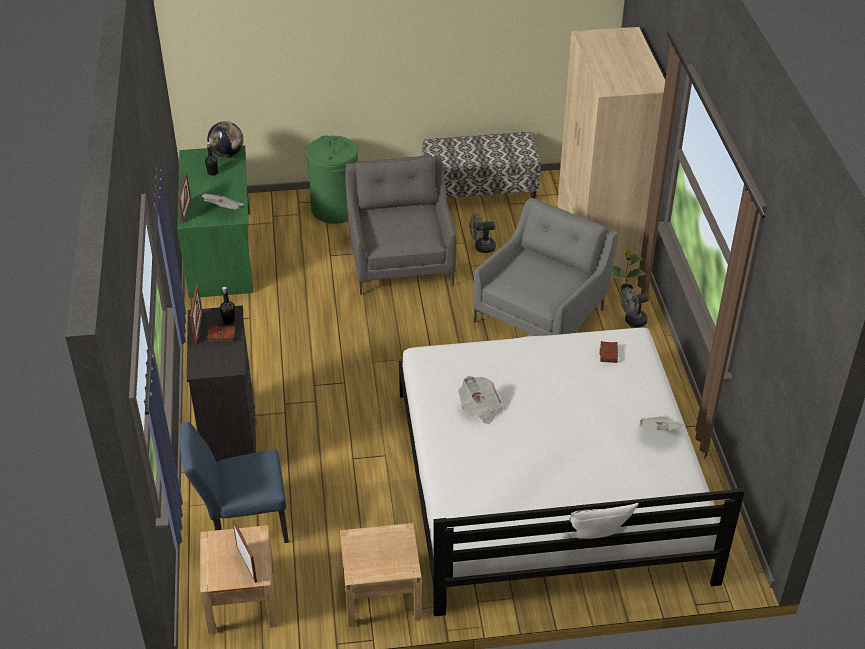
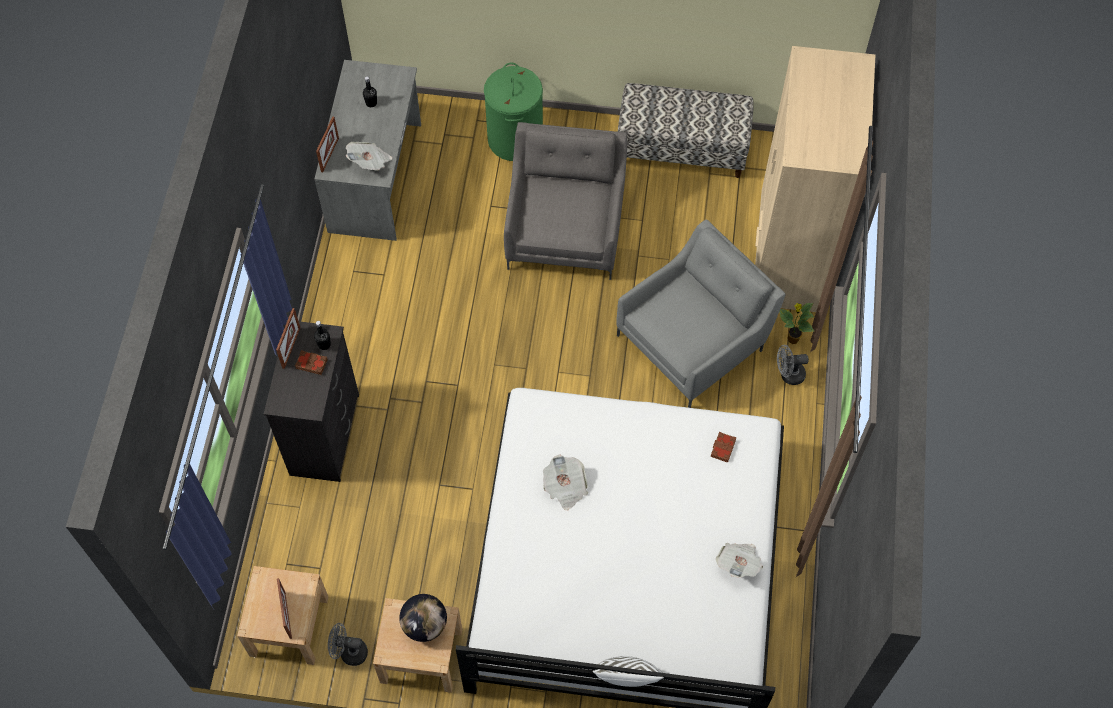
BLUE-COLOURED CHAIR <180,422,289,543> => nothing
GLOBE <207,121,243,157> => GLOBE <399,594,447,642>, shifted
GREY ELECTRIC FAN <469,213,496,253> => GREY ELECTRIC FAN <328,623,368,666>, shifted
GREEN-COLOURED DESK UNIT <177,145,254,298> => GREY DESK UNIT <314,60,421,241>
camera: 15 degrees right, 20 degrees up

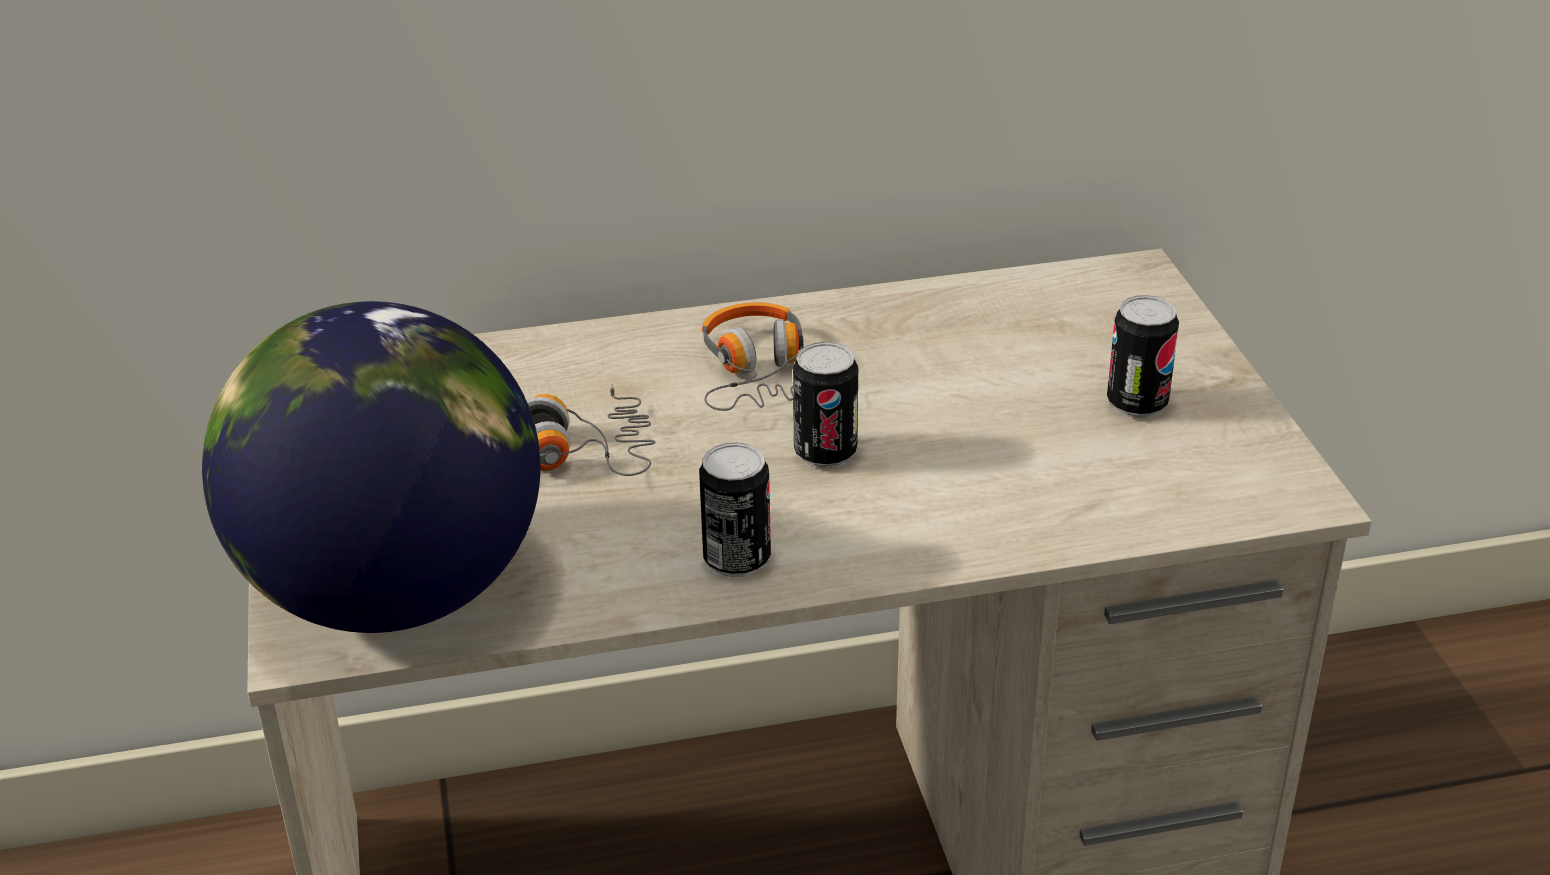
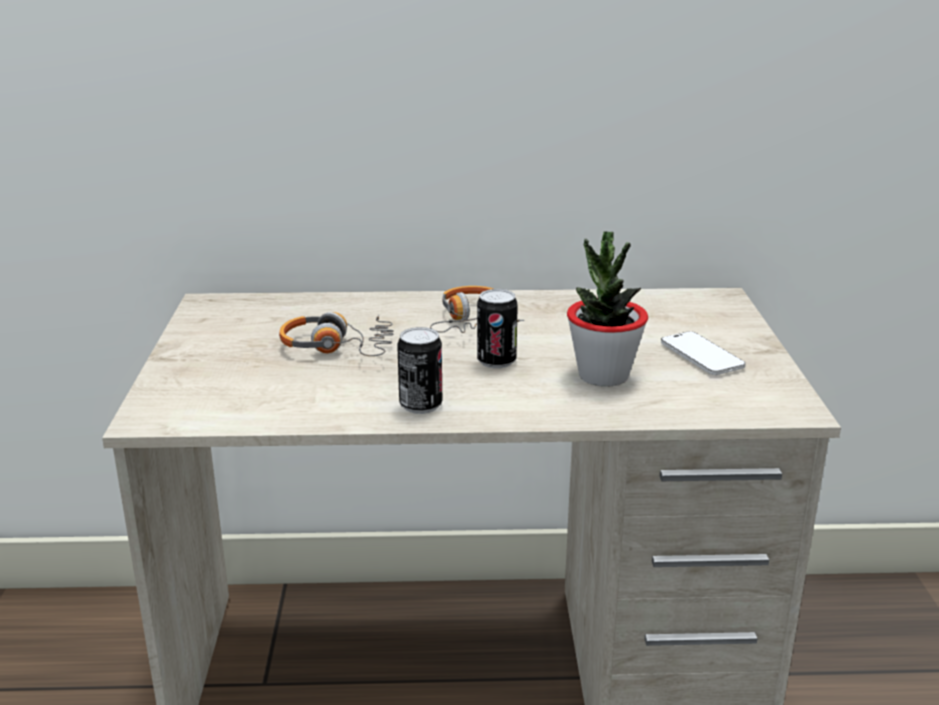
GLOBE <202,301,540,633> => nothing
nothing => POTTED PLANT <567,232,648,387>
CAN <1107,295,1179,418> => HANDSET <661,331,746,375>
camera: 10 degrees right, 10 degrees down

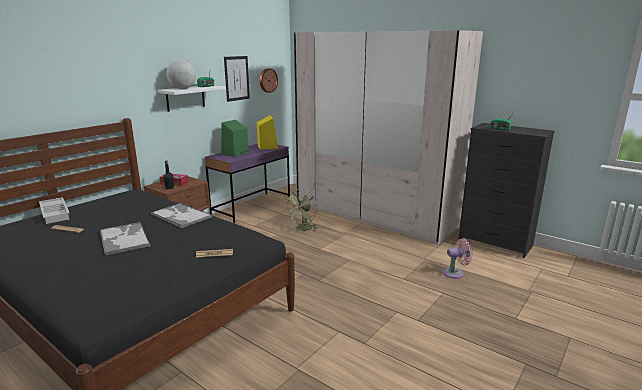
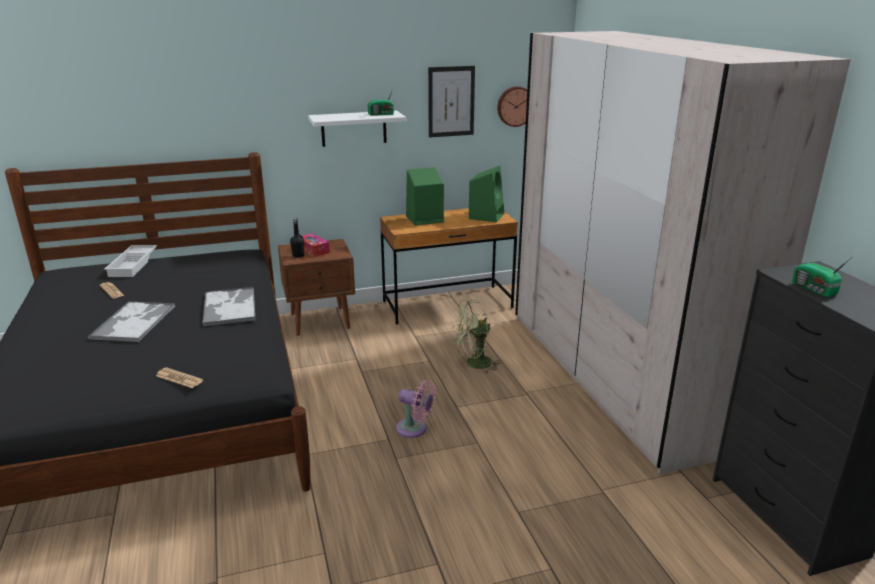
GLOBE <166,60,196,89> => nothing
PINKISH ELECTRIC FAN <443,238,473,279> => PINKISH ELECTRIC FAN <396,380,436,438>, shifted
PURPLISH DESK UNIT <205,144,290,223> => BROWN DESK UNIT <380,208,518,325>
YELLOW-COLOURED AUDIO SPEAKER <257,115,278,150> => GREEN-COLOURED AUDIO SPEAKER <469,166,504,222>
camera: 35 degrees right, 5 degrees up

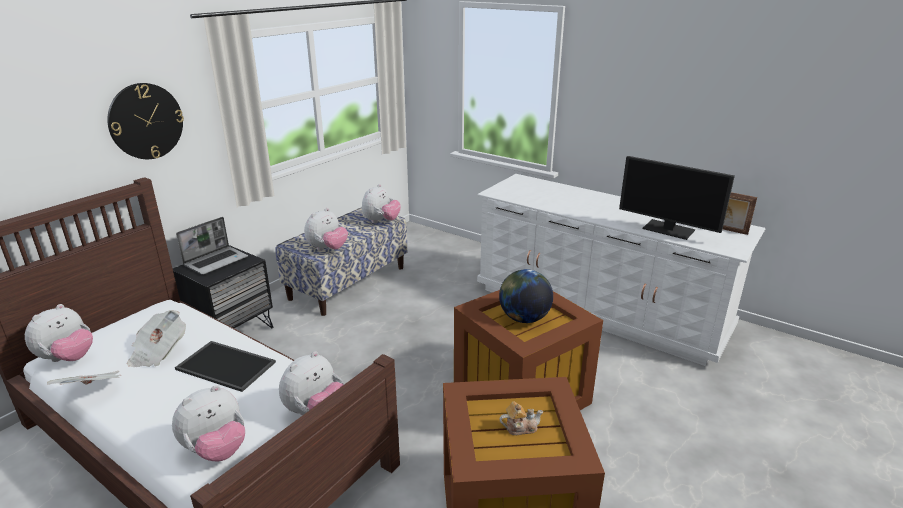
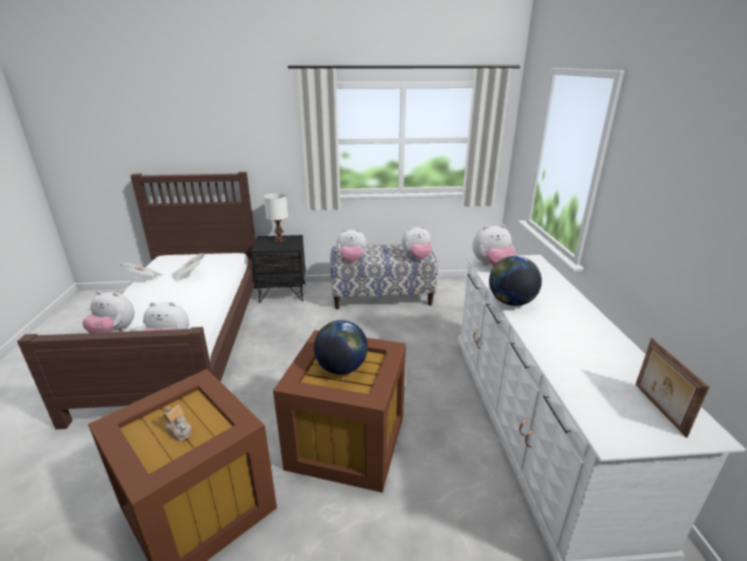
HANGING CLOCK <107,83,184,159> => nothing
TRAY <175,341,276,392> => nothing
COMPUTER DISPLAY <619,156,735,240> => nothing
nothing => GLOBE <489,256,542,306>
PLUSH TOY <25,304,93,362> => PLUSH TOY <472,224,515,266>, shifted
PORTABLE COMPUTER <176,217,248,275> => WHITE-COLOURED TABLETOP LAMP <264,193,288,243>
camera: 50 degrees right, 0 degrees up

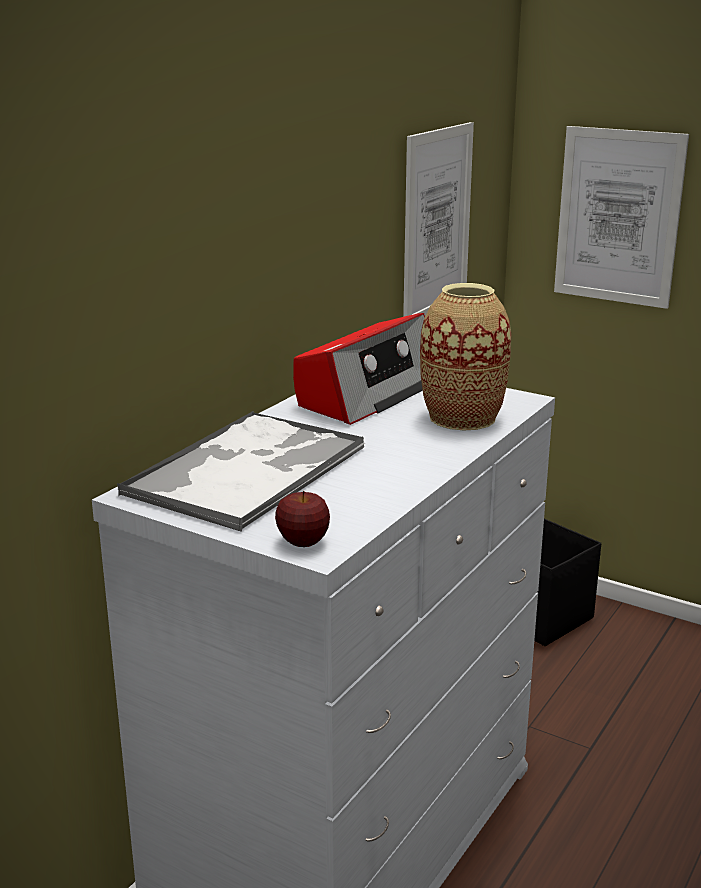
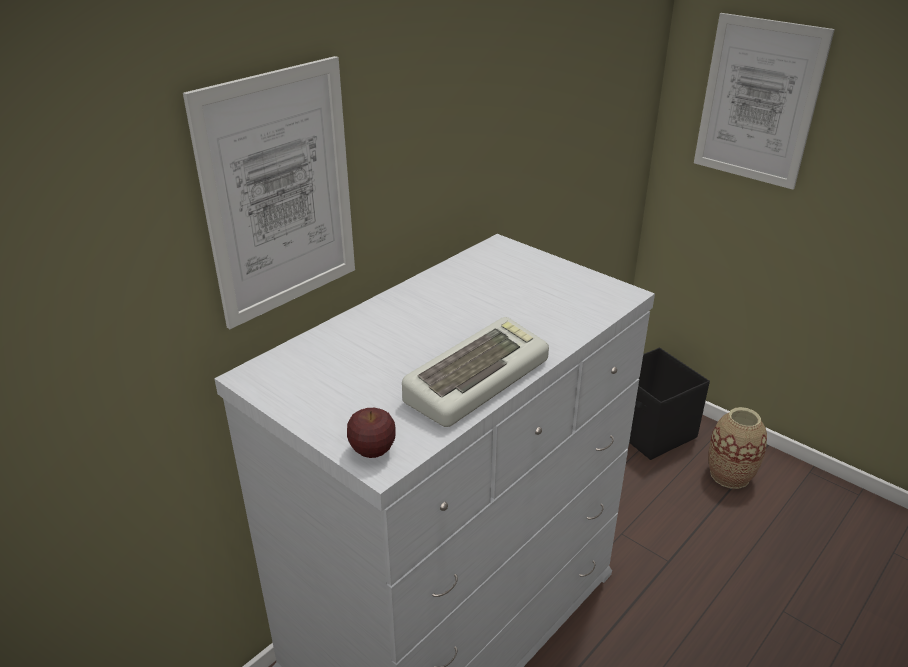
TRAY <117,411,365,532> => nothing
RADIO <293,313,425,425> => nothing
nothing => COMPUTER KEYBOARD <402,317,549,427>
PICTURE <403,122,474,317> => PICTURE <183,56,355,329>, shifted
VASE <420,283,511,431> => VASE <708,407,767,489>, shifted
camera: 10 degrees right, 10 degrees up

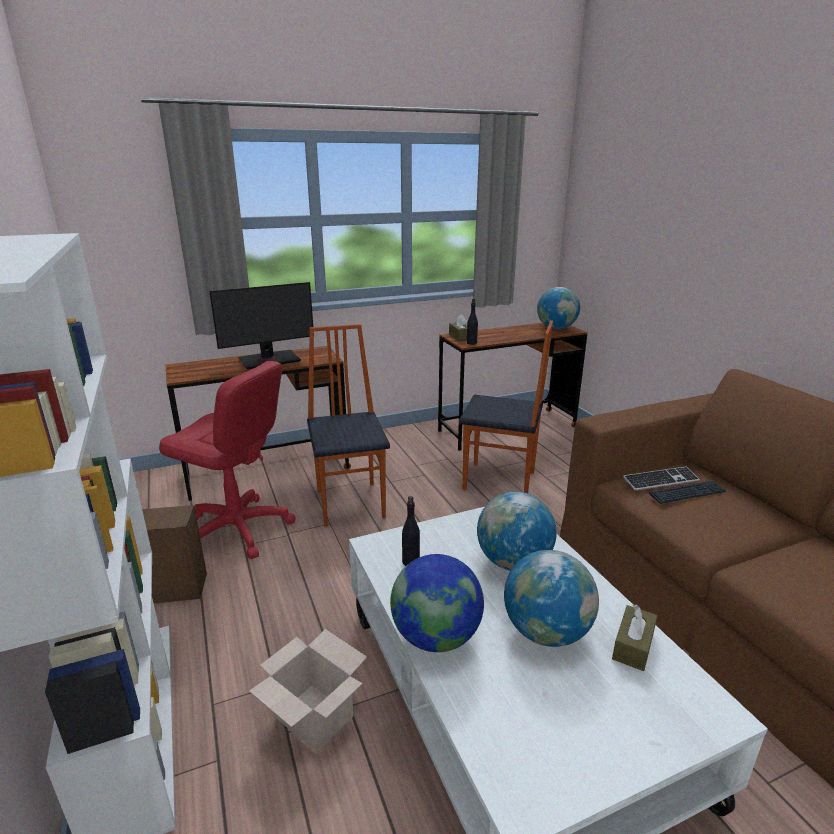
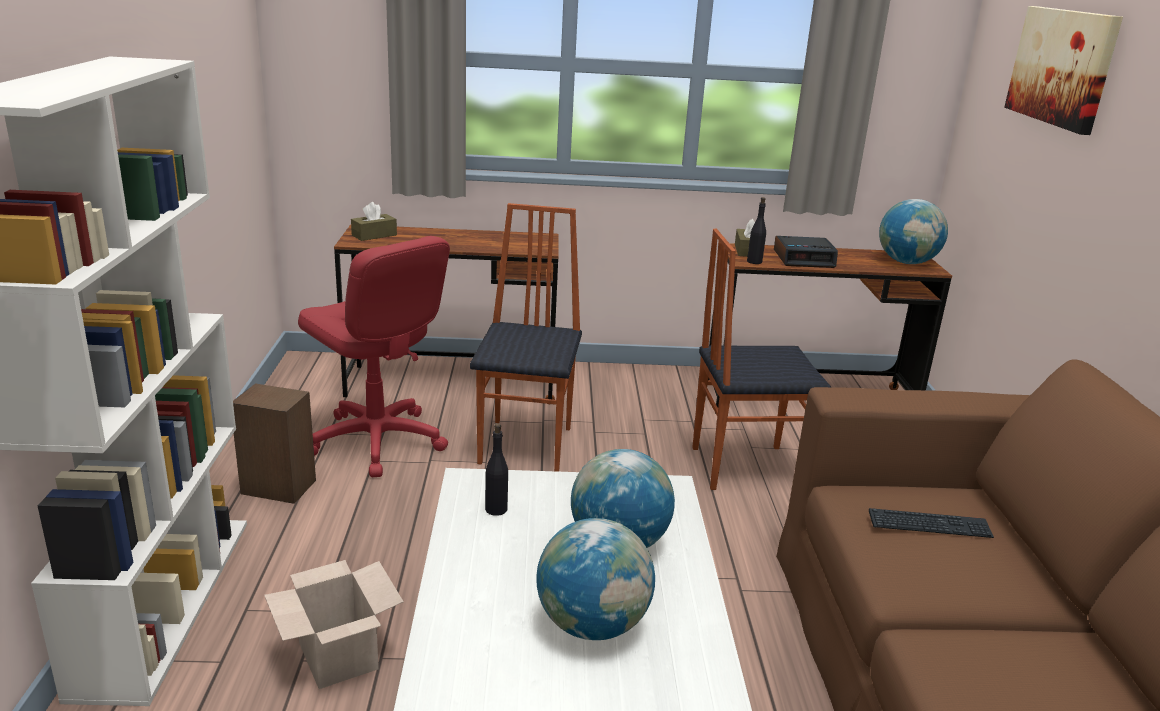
COMPUTER DISPLAY <209,282,313,369> => nothing
GLOBE <390,554,484,652> => nothing
COMPUTER KEYBOARD <623,466,700,490> => nothing
nothing => BEDSIDE CLOCK <774,236,838,268>
nothing => PICTURE <1004,6,1123,135>
BROWN TISSUE BOX <612,604,657,671> => BROWN TISSUE BOX <351,202,397,241>, shifted
CHAIR <459,320,553,493> => CHAIR <692,229,831,490>, 135 degrees clockwise
camera: 20 degrees right, 0 degrees up

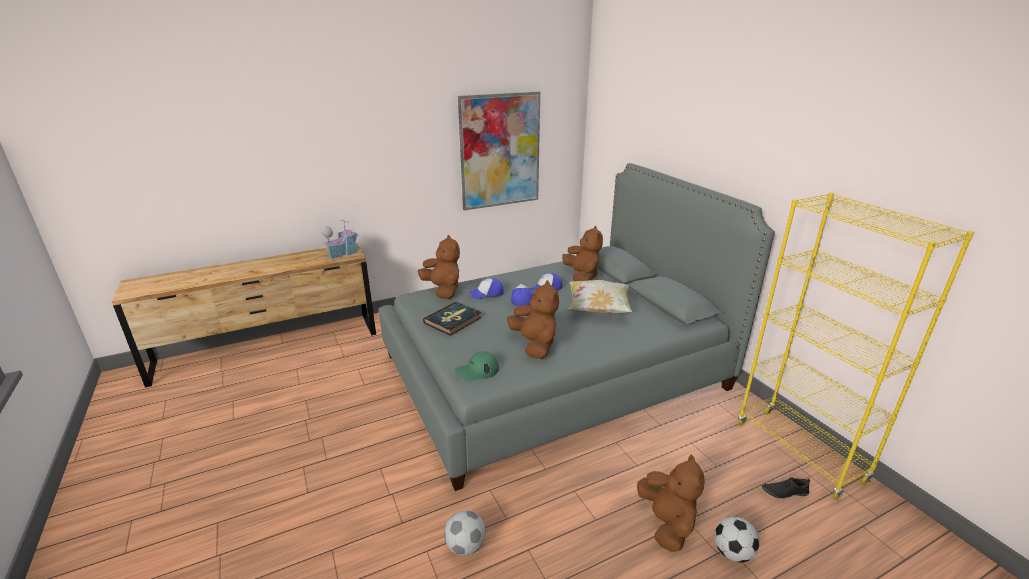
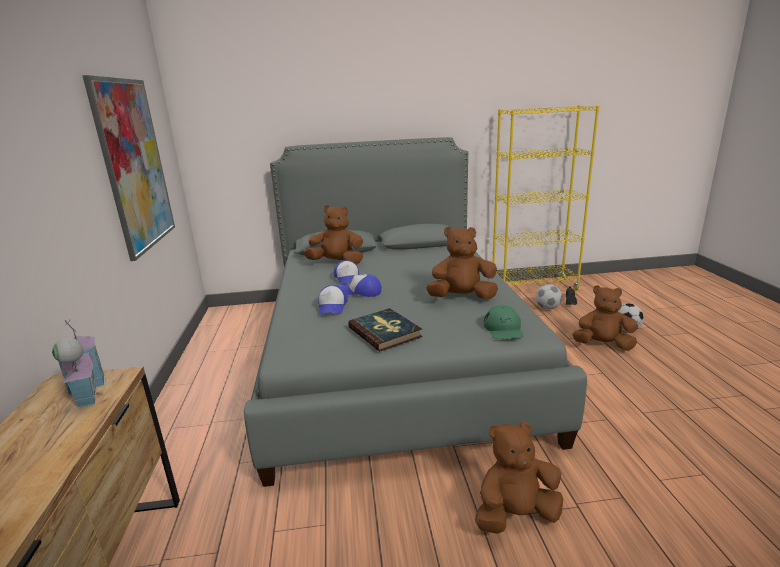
PILLOW <568,280,632,313> => nothing
BROWN PLUSH TOY <418,235,460,299> => BROWN PLUSH TOY <475,422,563,534>, shifted
FOOTBALL BALL <444,510,486,556> => FOOTBALL BALL <536,284,562,309>, shifted
camera: 70 degrees left, 5 degrees down

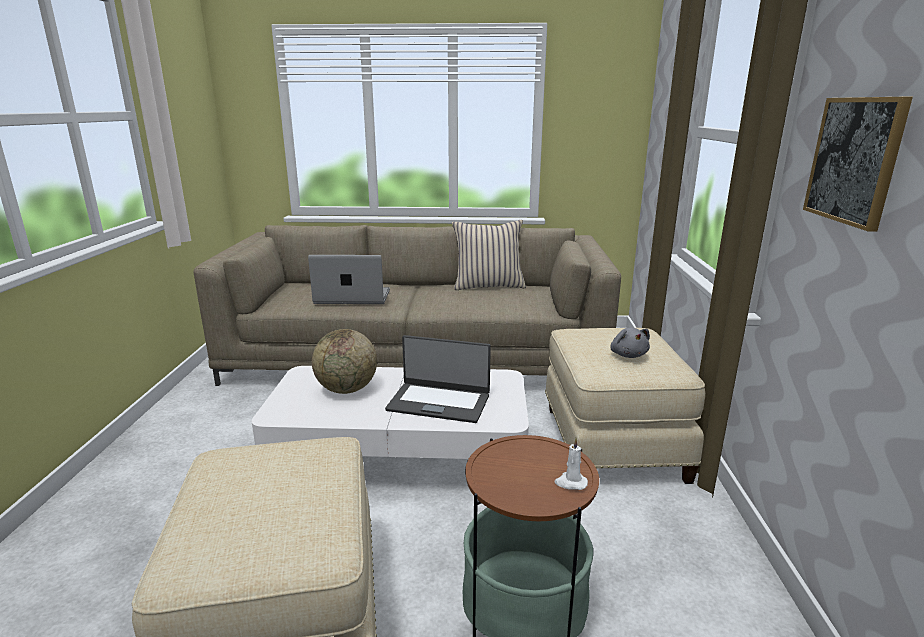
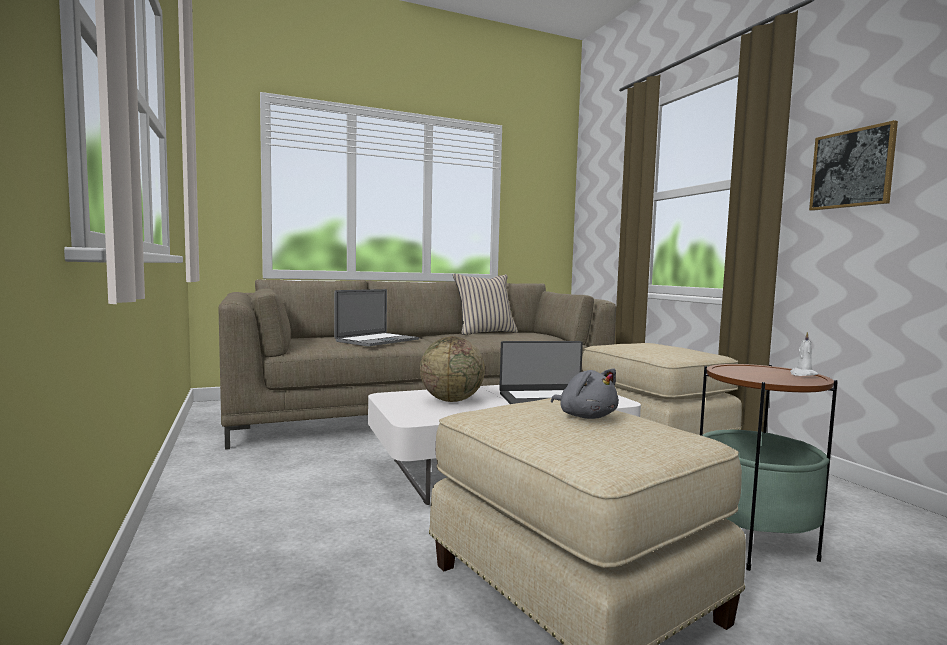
GREY PLUSH TOY <610,327,650,358> => GREY PLUSH TOY <551,369,619,419>, shifted
PORTABLE COMPUTER <308,255,390,304> => PORTABLE COMPUTER <334,289,419,346>, 150 degrees clockwise
camera: 25 degrees left, 15 degrees down

